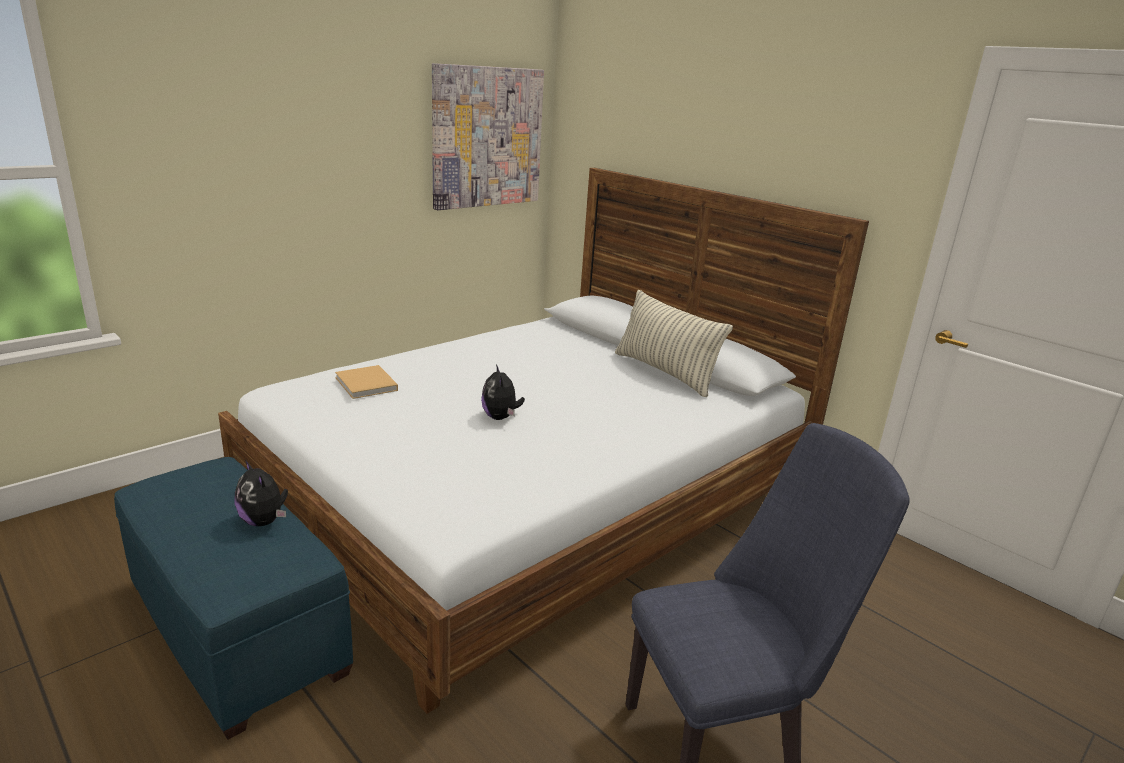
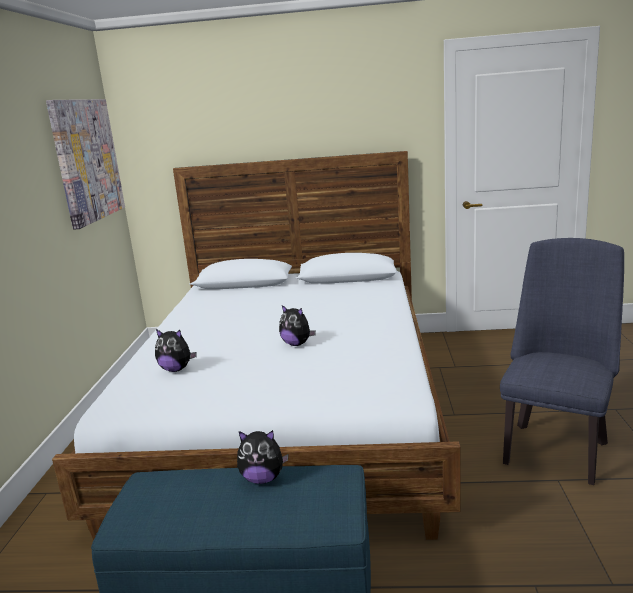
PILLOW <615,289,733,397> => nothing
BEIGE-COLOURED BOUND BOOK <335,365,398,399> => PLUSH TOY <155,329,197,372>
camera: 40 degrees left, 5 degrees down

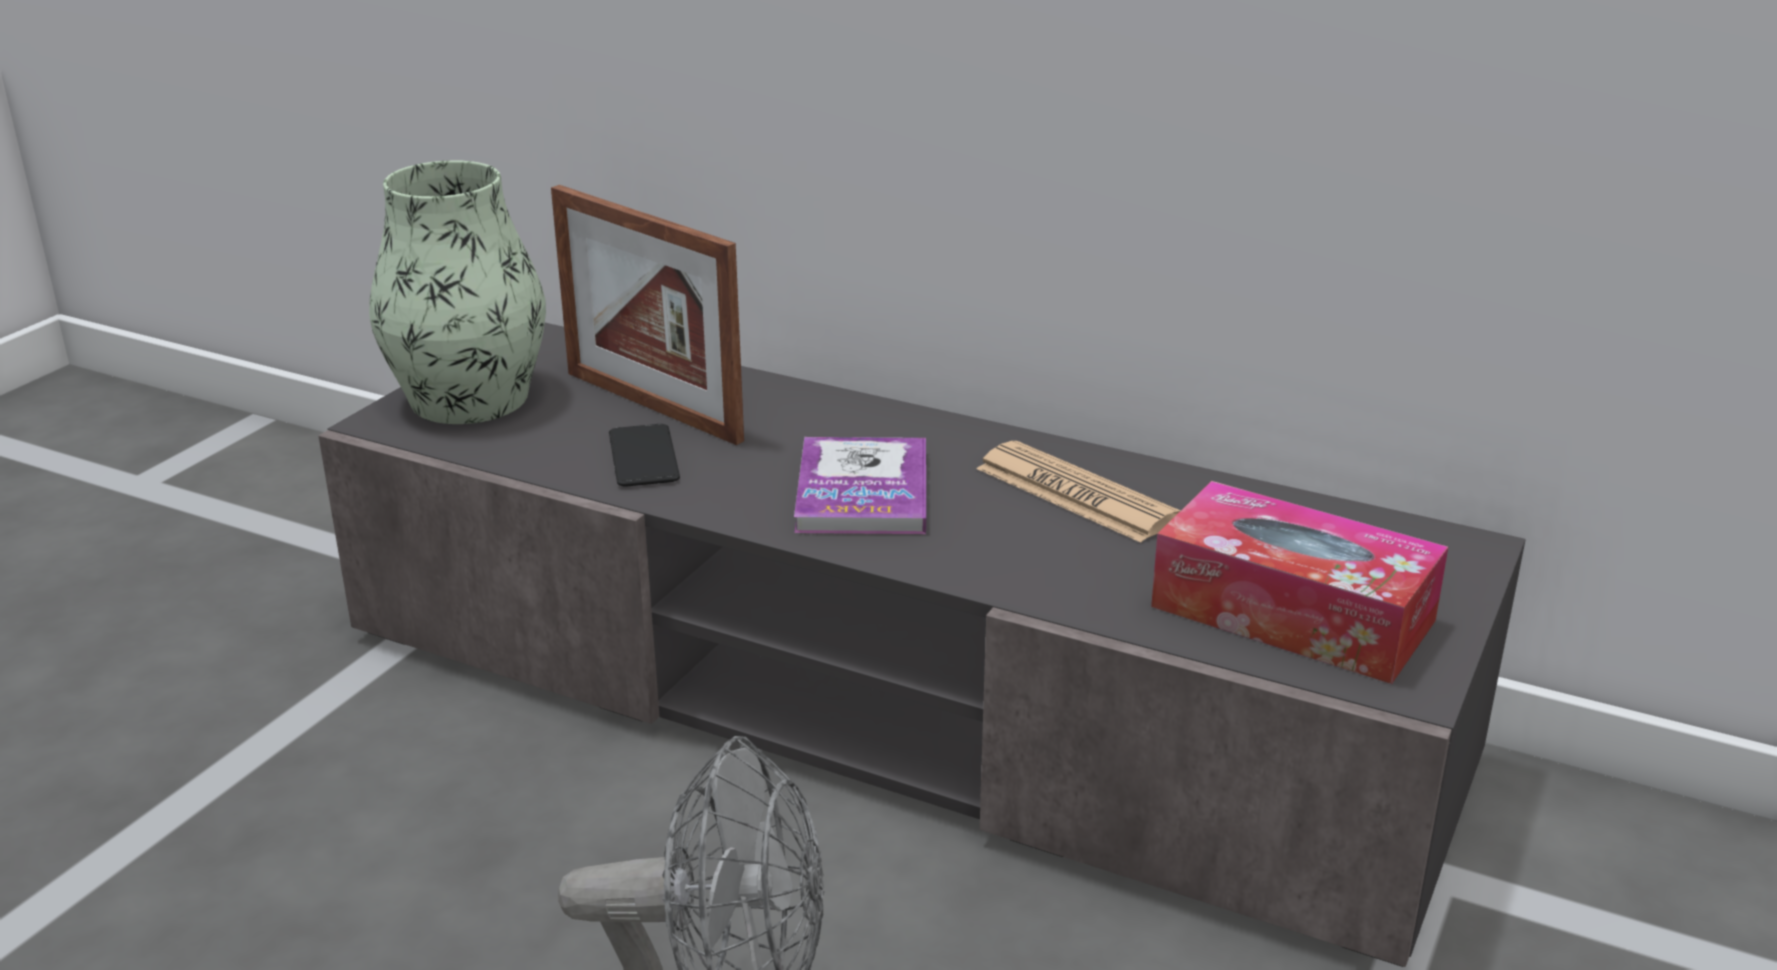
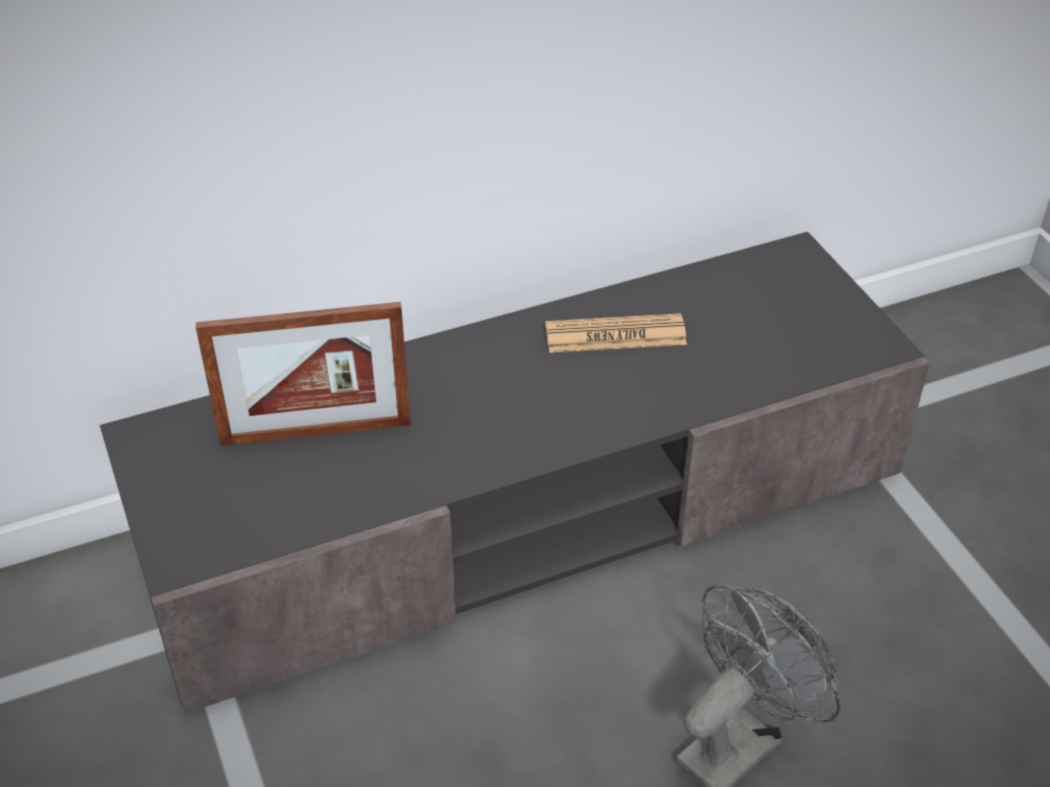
VASE <369,160,546,424> => nothing
HANDSET <609,424,680,487> => nothing
BOUND BOOK <794,437,926,534> => nothing
TISSUE BOX <1151,481,1448,684> => nothing
camera: 50 degrees left, 15 degrees up

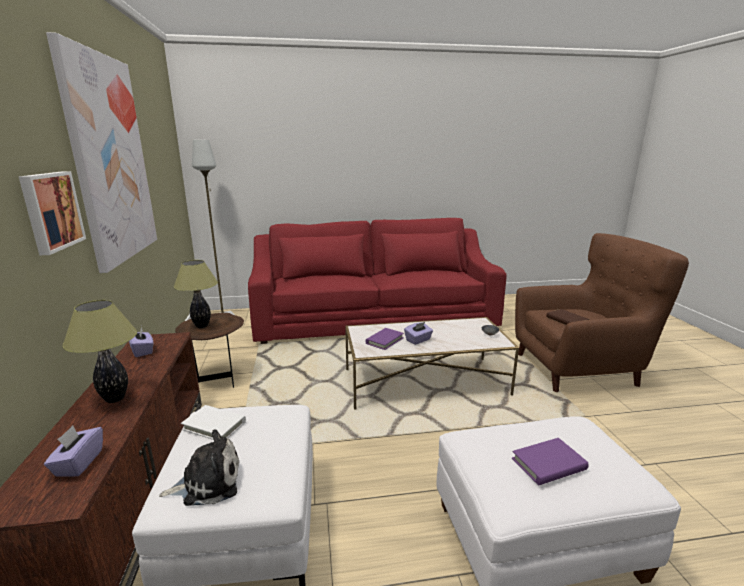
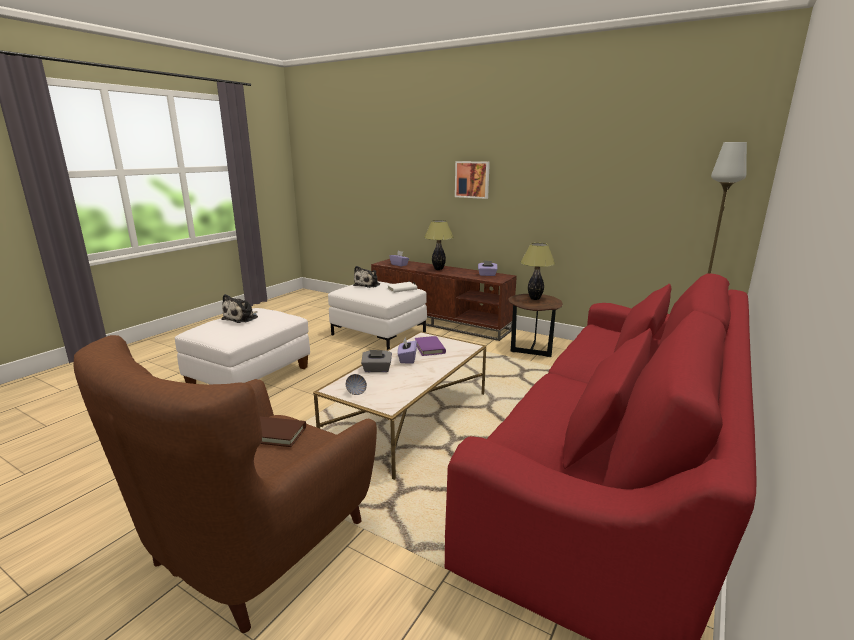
PICTURE <46,32,157,273> => nothing
nothing => GREY TISSUE BOX <361,350,392,372>
PURPLISH BOUND BOOK <512,438,589,485> => PLUSH TOY <221,294,258,323>
camera: 130 degrees right, 0 degrees up

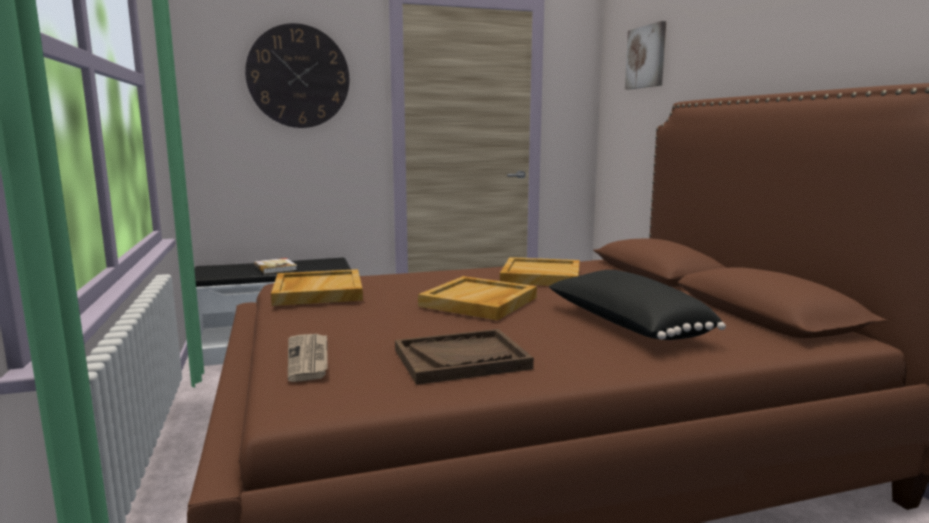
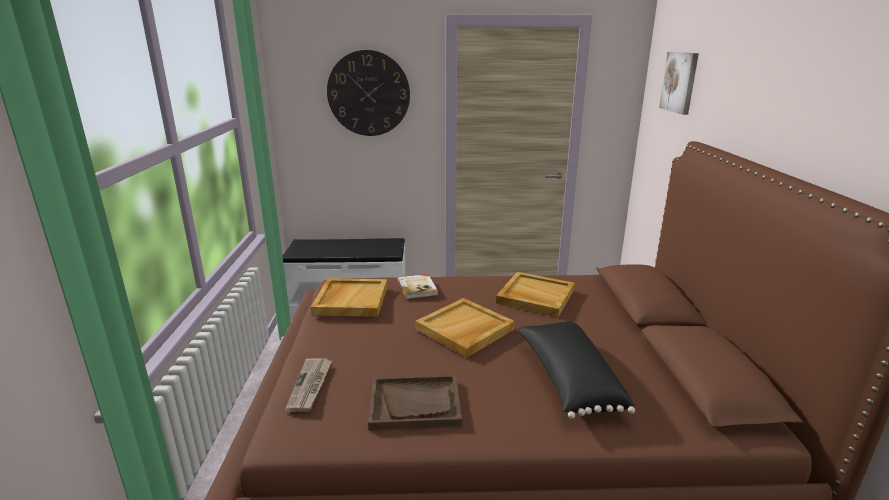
BOUND BOOK <254,258,297,274> => BOUND BOOK <397,274,438,299>, shifted
camera: 15 degrees right, 10 degrees up

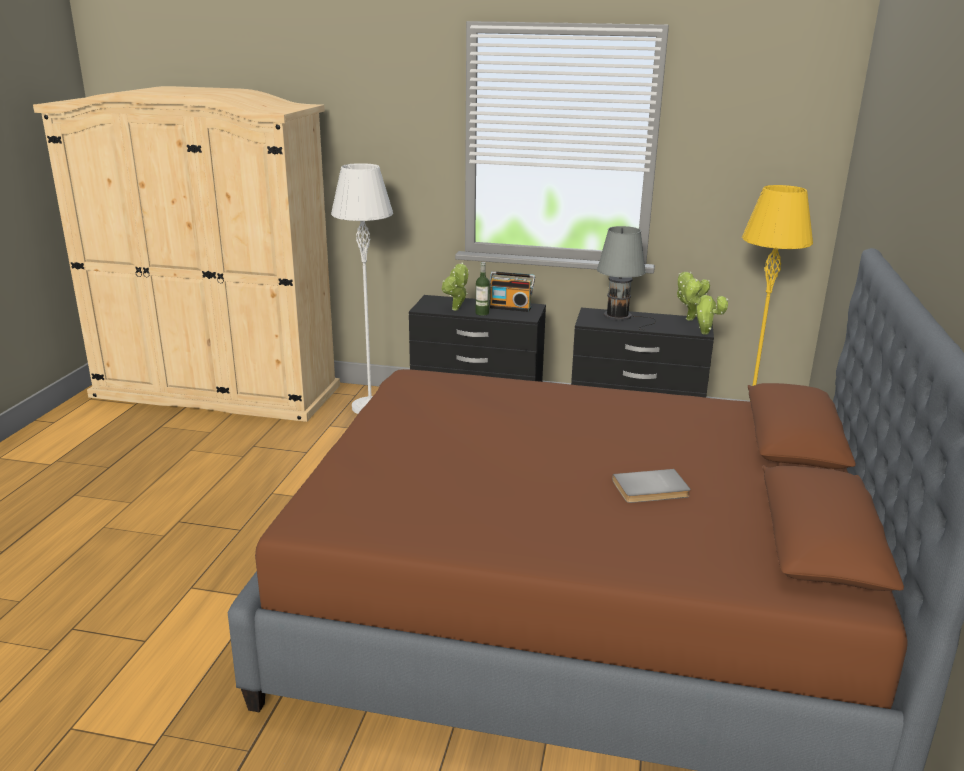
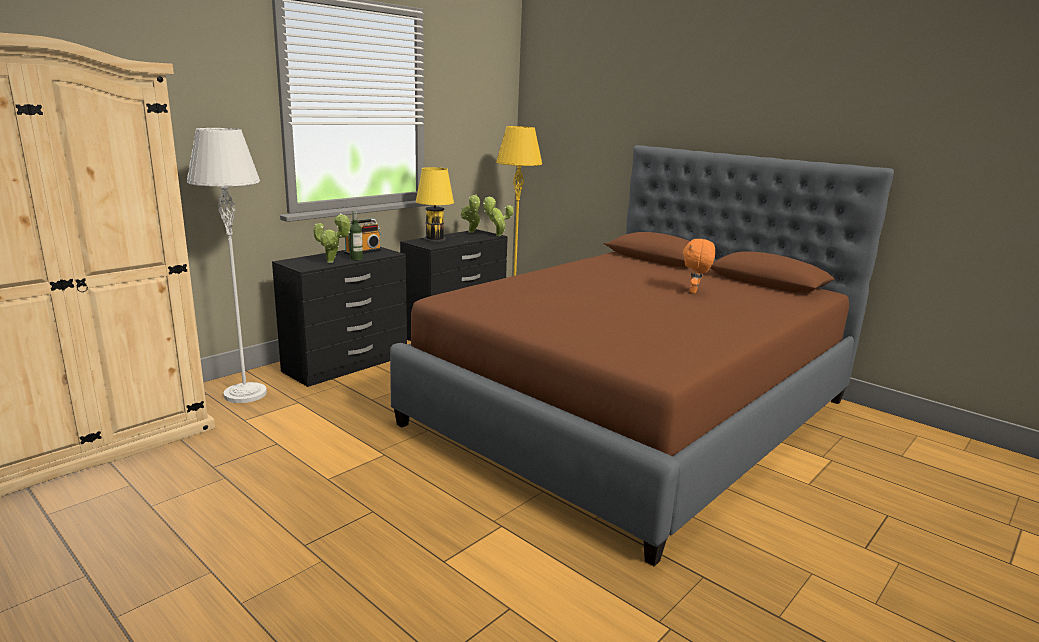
GREY BOUND BOOK <612,469,691,503> => ORANGE-COLOURED PLUSH TOY <683,239,715,294>
GREY TABLETOP LAMP <597,226,656,330> => YELLOW-COLOURED TABLETOP LAMP <415,167,470,242>
camera: 60 degrees left, 5 degrees down

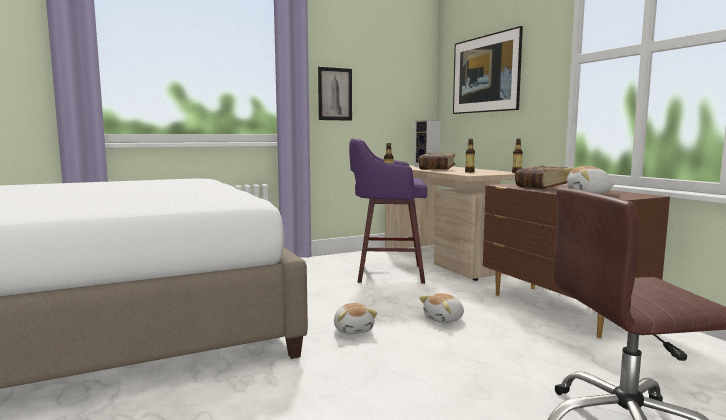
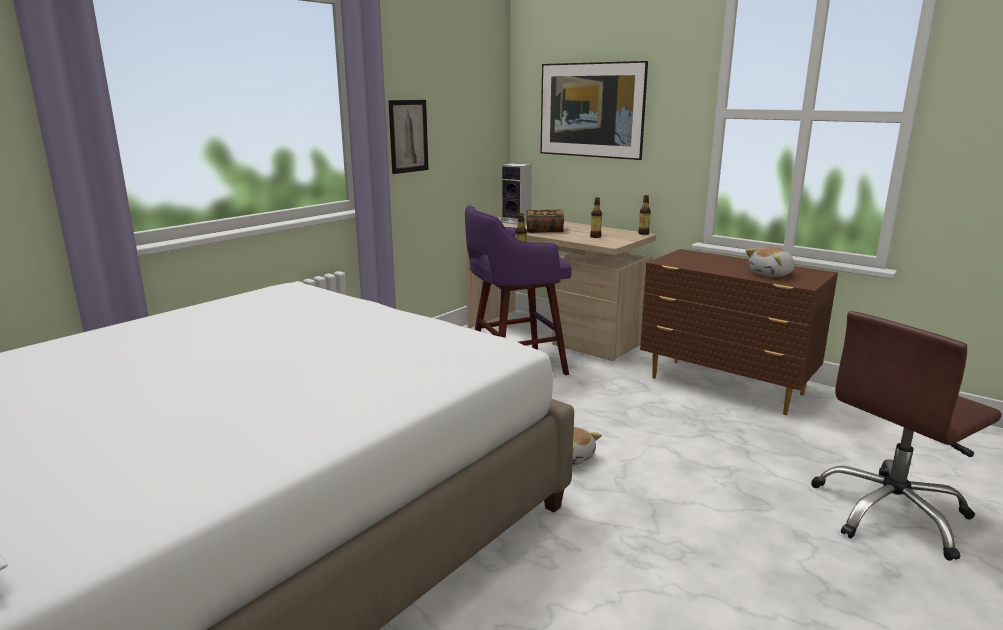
PLUSH TOY <419,293,464,323> => nothing
BOUND BOOK <515,166,567,189> => nothing
camera: 25 degrees left, 10 degrees up

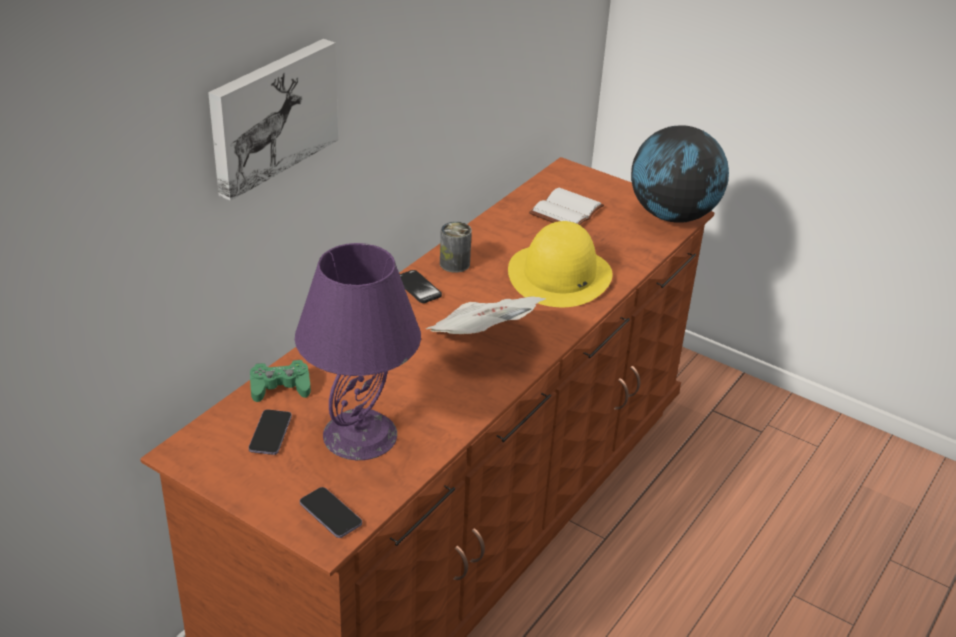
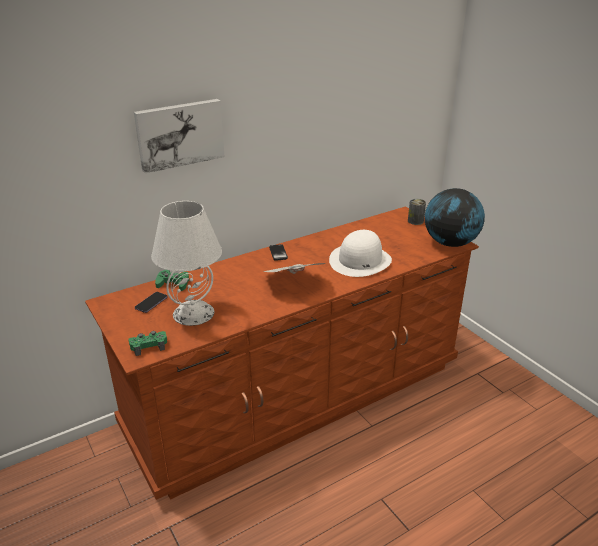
WHITE-COLOURED BOUND BOOK <529,188,604,225> => nothing
CAN <440,221,472,273> => CAN <408,199,426,225>, shifted
HANDSET <300,487,362,538> => GREEN-COLOURED GAMEPAD <128,331,167,356>
PURPLISH TABLETOP LAMP <295,243,421,460> => WHITE-COLOURED TABLETOP LAMP <151,201,222,326>
YELLOW-COLOURED HAT <508,221,613,307> => WHITE-COLOURED HAT <329,230,392,277>
camera: 25 degrees right, 5 degrees down

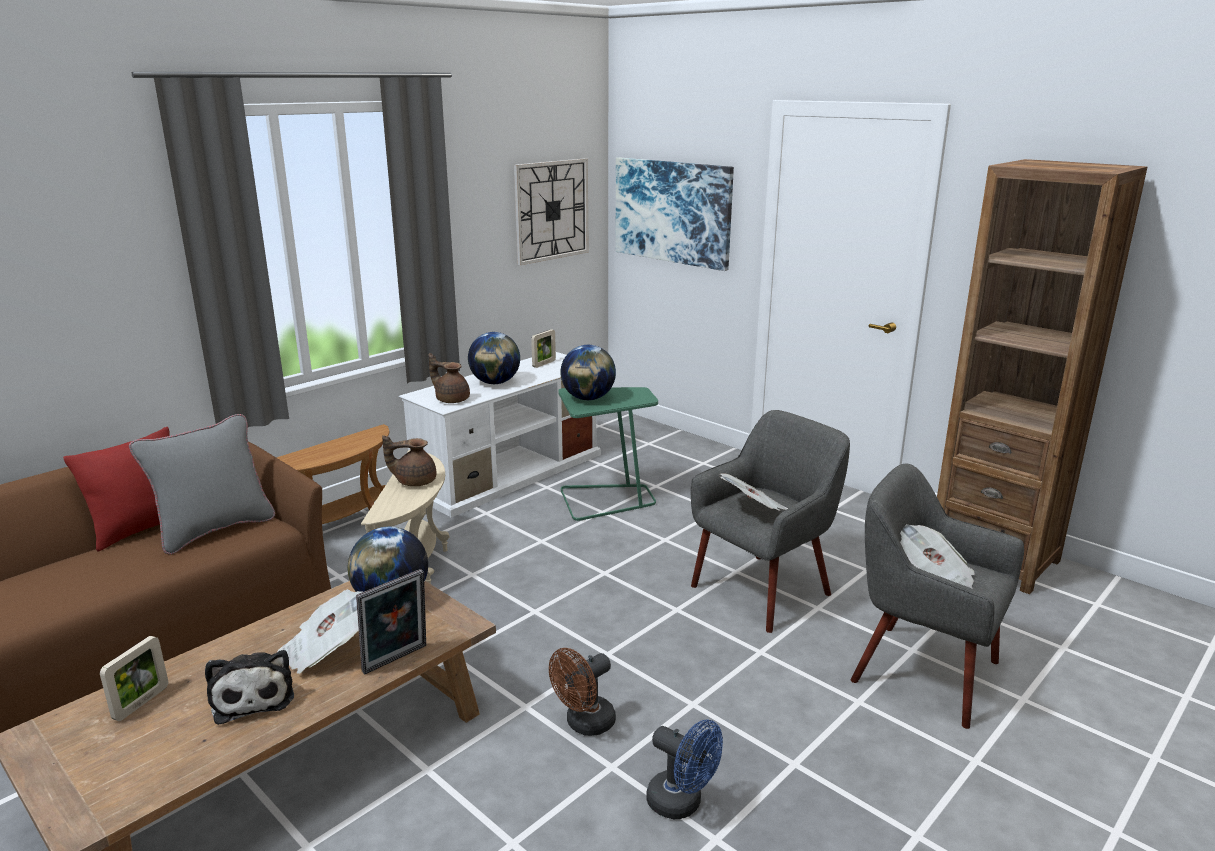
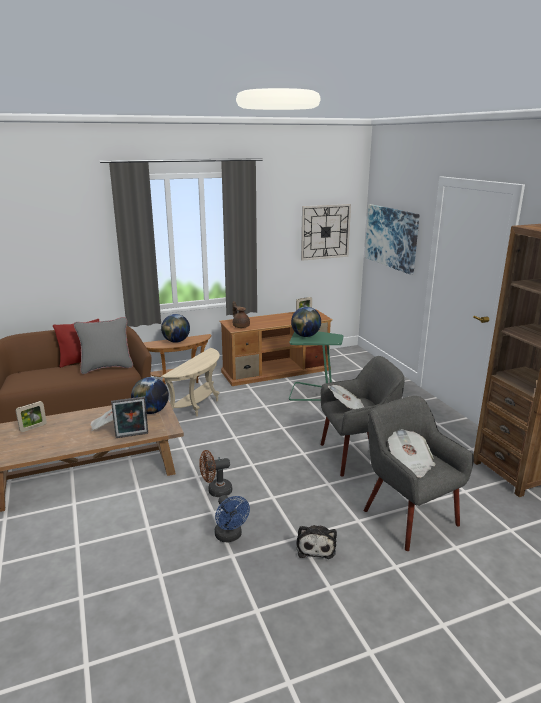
BROWN TEAPOT <382,435,436,486> => nothing
PLUSH TOY <205,650,294,725> => PLUSH TOY <296,525,337,559>, shifted
GLOBE <468,332,520,384> => GLOBE <161,314,190,343>, shifted
WHITE-COLOURED MEDIA CONSOLE <399,352,601,518> => BROWN MEDIA CONSOLE <219,309,332,386>
camera: 25 degrees right, 0 degrees up

